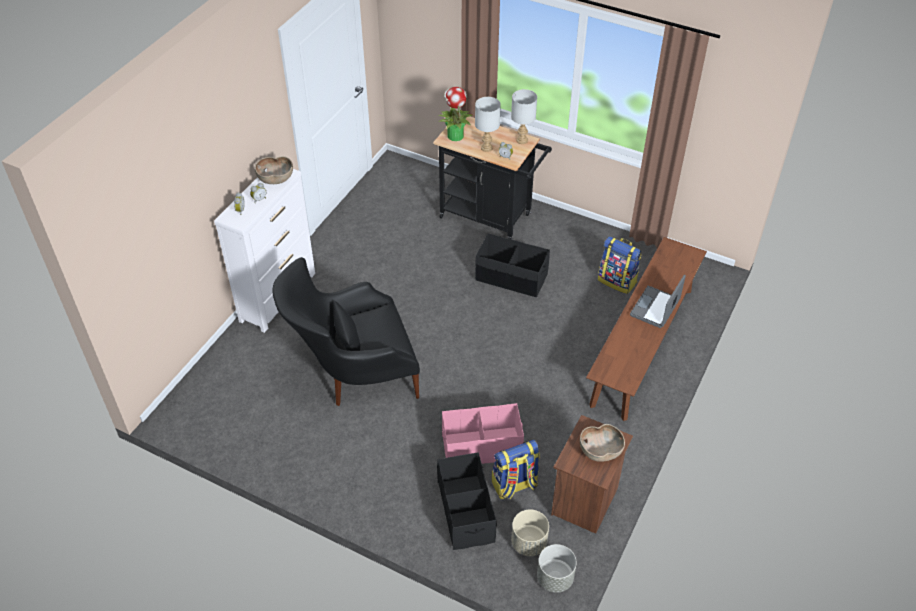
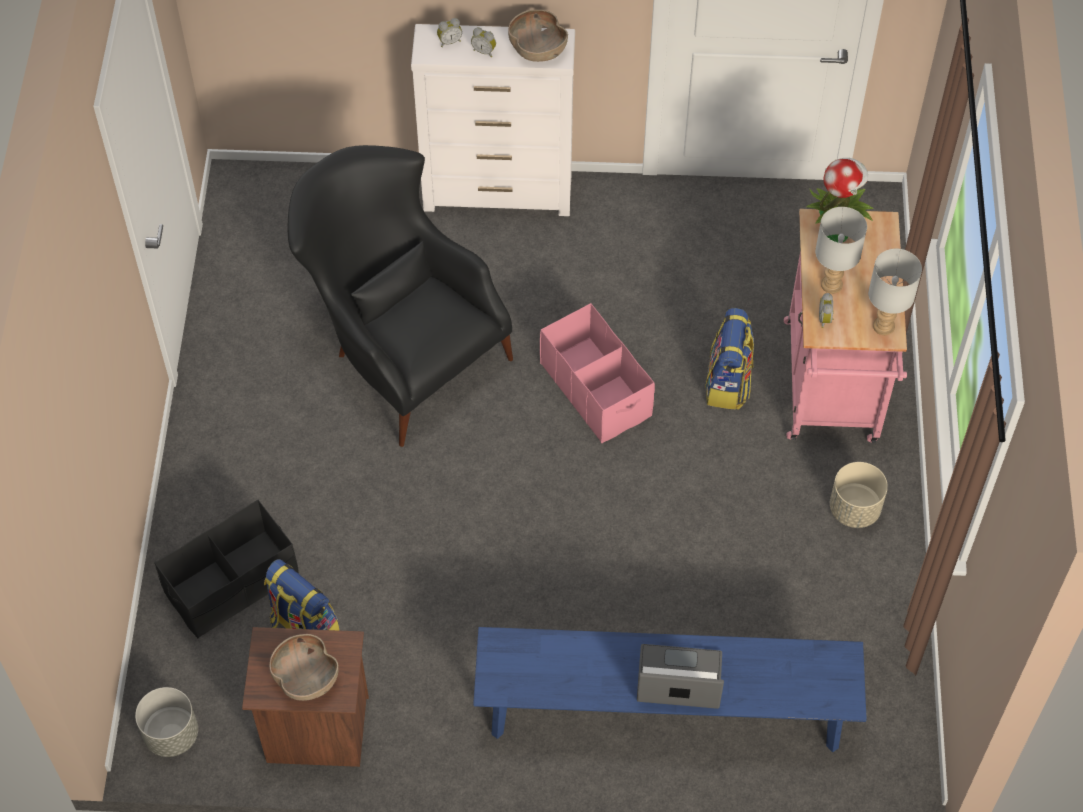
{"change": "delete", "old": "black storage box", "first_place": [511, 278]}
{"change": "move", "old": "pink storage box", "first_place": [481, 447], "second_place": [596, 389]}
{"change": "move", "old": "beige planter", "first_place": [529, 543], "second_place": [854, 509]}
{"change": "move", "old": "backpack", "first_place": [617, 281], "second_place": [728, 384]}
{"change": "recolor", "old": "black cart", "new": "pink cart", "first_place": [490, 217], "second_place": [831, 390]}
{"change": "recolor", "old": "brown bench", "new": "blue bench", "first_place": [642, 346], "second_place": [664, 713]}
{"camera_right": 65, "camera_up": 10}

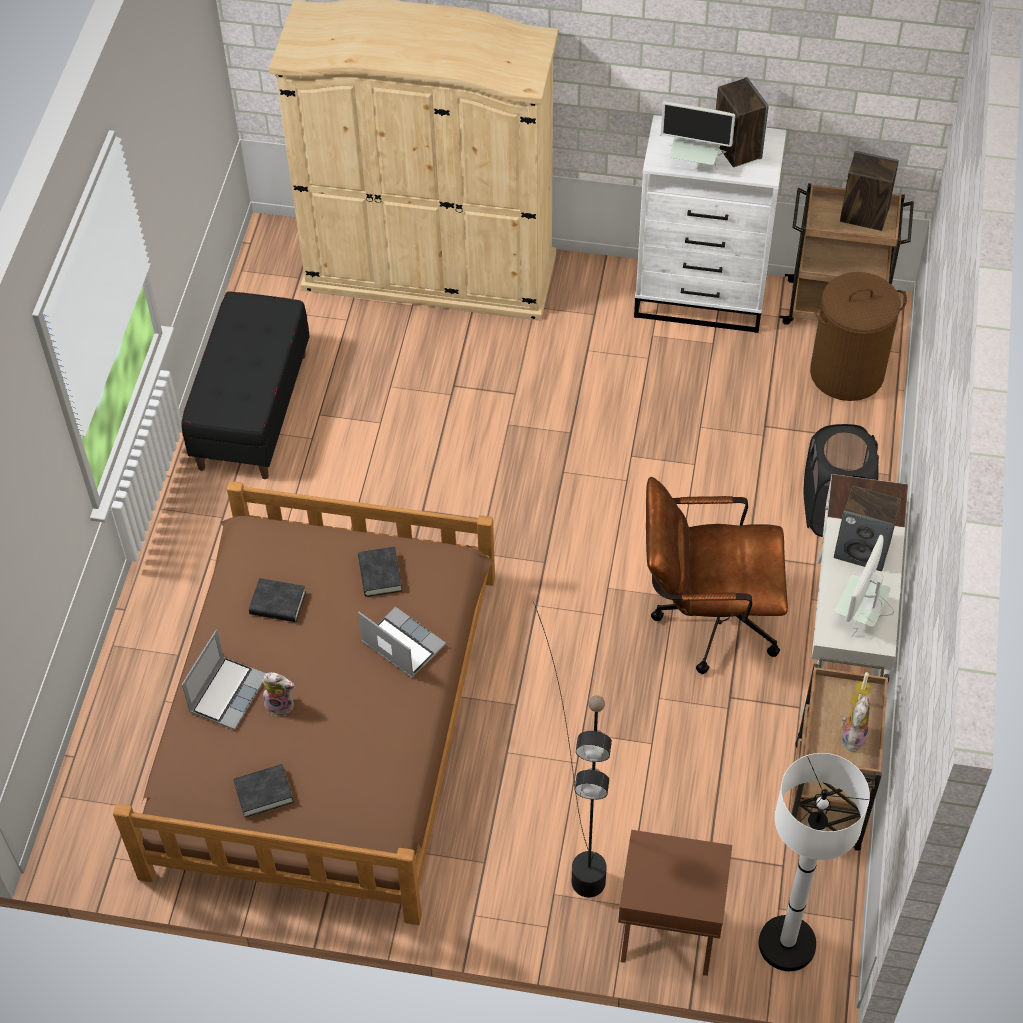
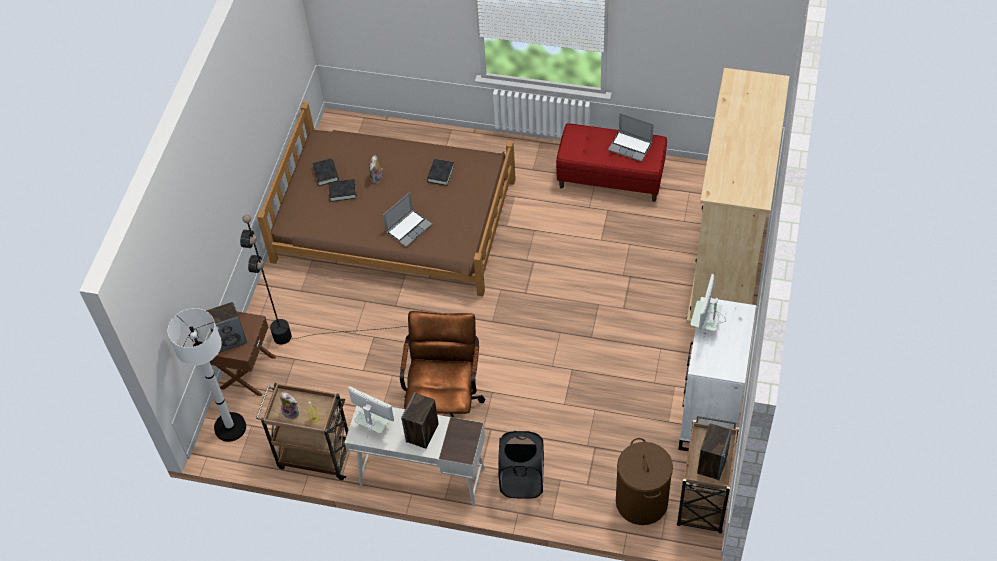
{"change": "move", "old": "laptop", "first_place": [227, 693], "second_place": [631, 146]}
{"change": "move", "old": "black book", "first_place": [380, 574], "second_place": [342, 192]}
{"change": "move", "old": "speaker", "first_place": [736, 149], "second_place": [230, 339]}
{"change": "recolor", "old": "black bench", "new": "red bench", "first_place": [252, 410], "second_place": [611, 178]}
{"camera_right": 95, "camera_up": 0}

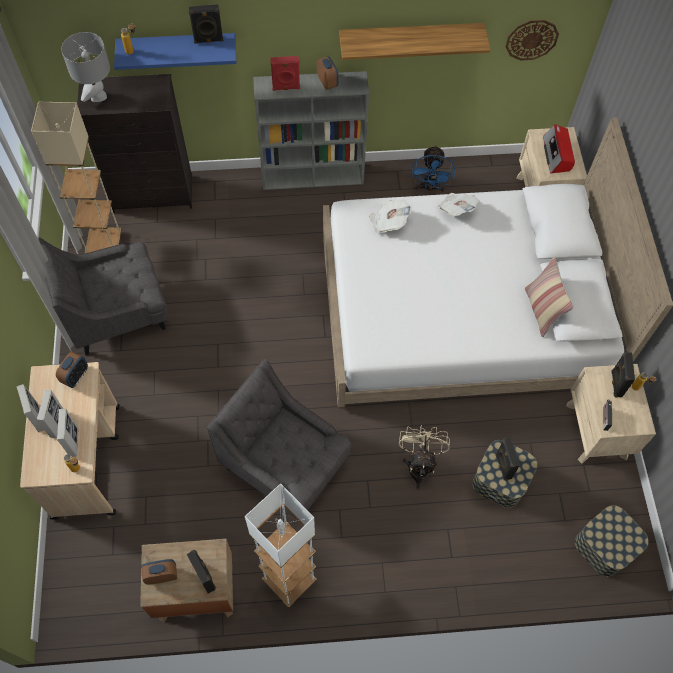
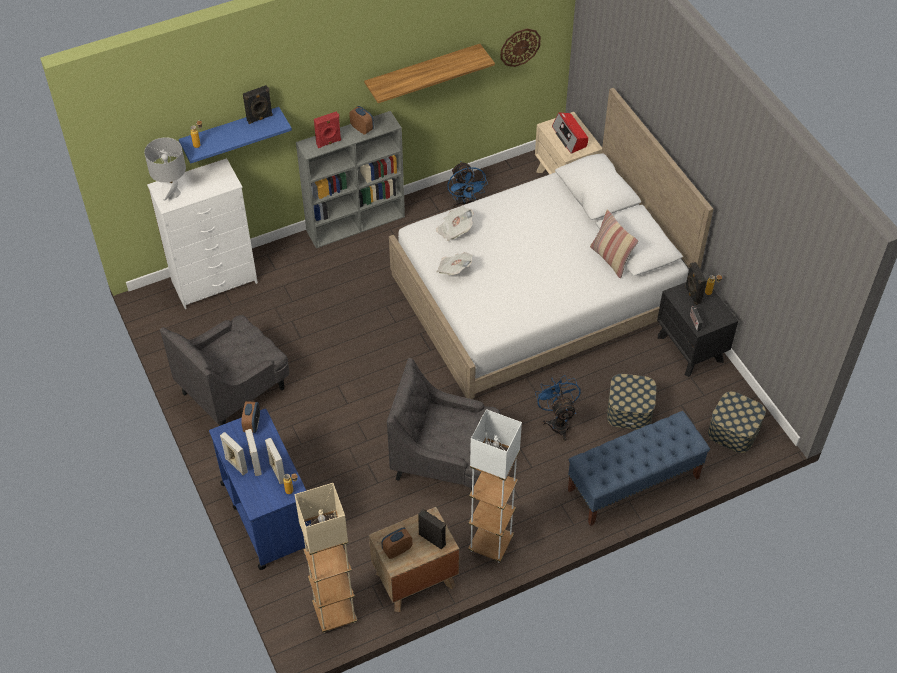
{"change": "delete", "old": "black speaker", "first_place": [502, 466]}
{"change": "insert", "new": "blue bench", "second_place": [633, 484]}
{"change": "move", "old": "beige floor lamp", "first_place": [104, 244], "second_place": [335, 613]}
{"change": "move", "old": "newspaper", "first_place": [456, 209], "second_place": [454, 269]}
{"change": "recolor", "old": "beige cart", "new": "blue cart", "first_place": [87, 460], "second_place": [267, 514]}
{"change": "recolor", "old": "black dresser", "new": "white dresser", "first_place": [153, 194], "second_place": [215, 282]}
{"change": "recolor", "old": "beige fan", "new": "blue fan", "first_place": [419, 464], "second_place": [558, 421]}
{"change": "recolor", "old": "beige nightstand", "new": "black nightstand", "first_place": [597, 431], "second_place": [690, 348]}
{"camera_right": -20, "camera_up": -10}

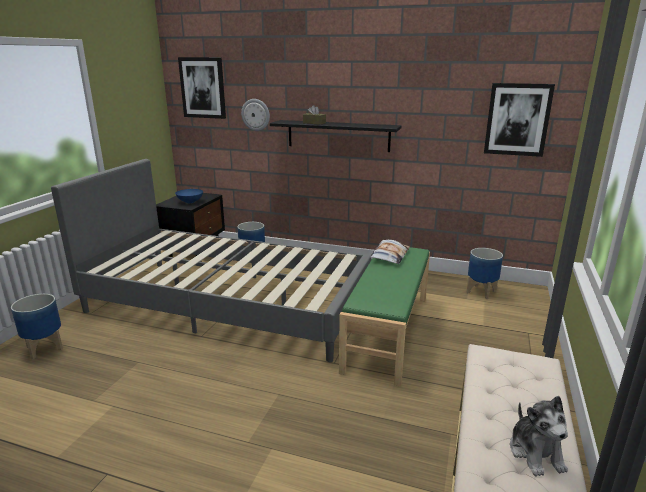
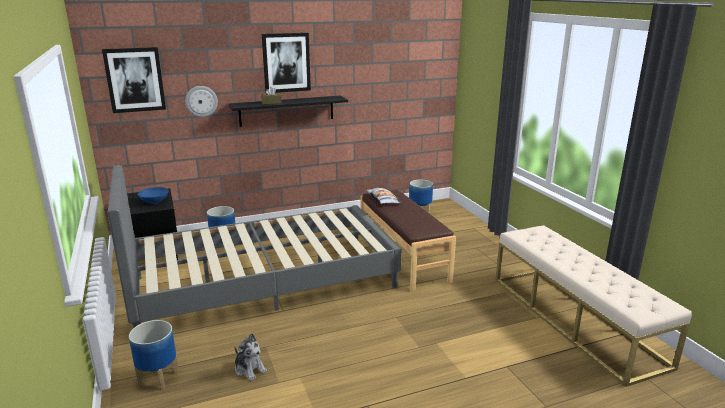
{"change": "move", "old": "picture", "first_place": [517, 119], "second_place": [286, 62]}
{"change": "move", "old": "plush toy", "first_place": [535, 453], "second_place": [250, 369]}
{"change": "recolor", "old": "green bench", "new": "brown bench", "first_place": [386, 331], "second_place": [402, 257]}
{"camera_right": -40, "camera_up": 0}

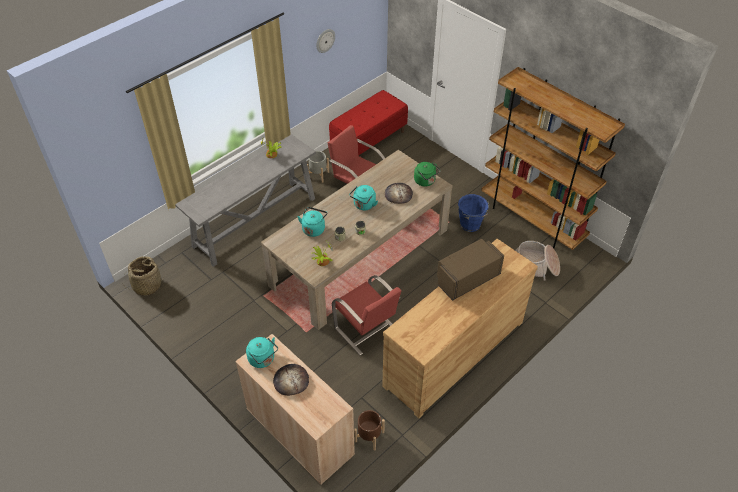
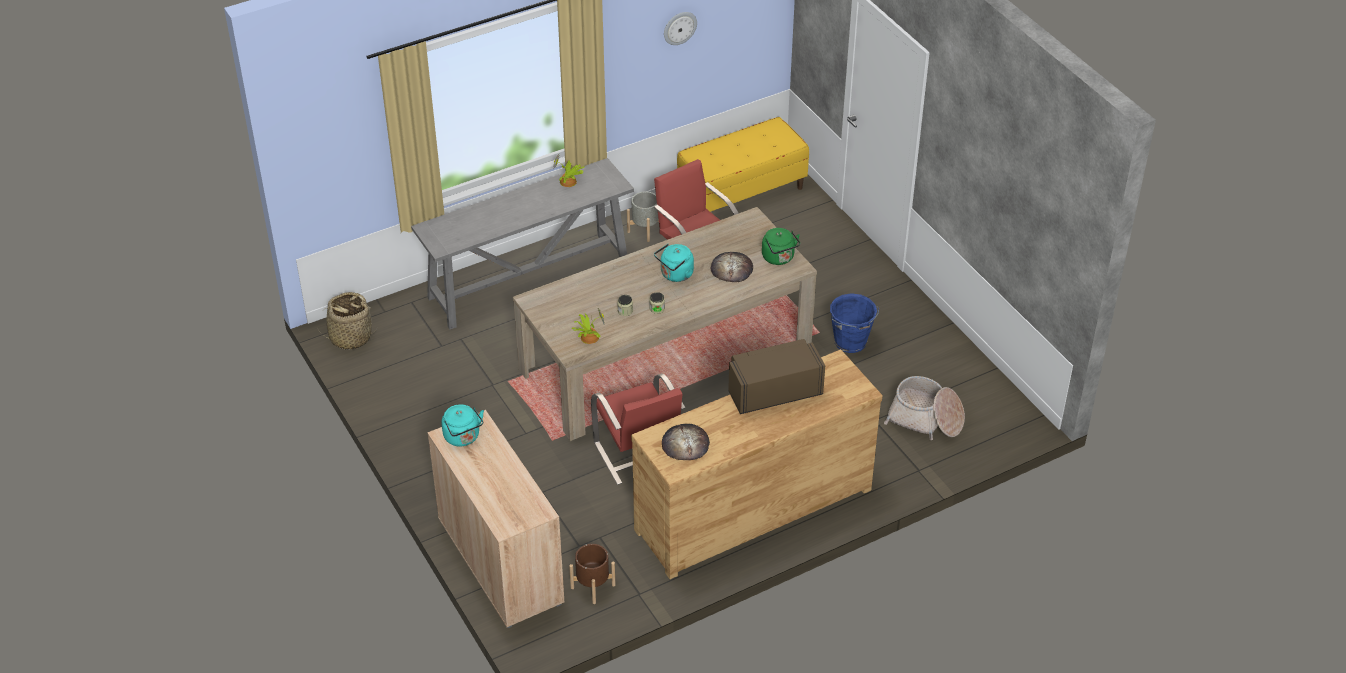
{"change": "delete", "old": "turquoise kettle", "first_place": [314, 229]}
{"change": "delete", "old": "brown bookcase", "first_place": [532, 220]}
{"change": "move", "old": "bread", "first_place": [291, 381], "second_place": [685, 444]}
{"change": "recolor", "old": "red bench", "new": "yellow bench", "first_place": [368, 140], "second_place": [742, 192]}
{"camera_right": 15, "camera_up": -5}

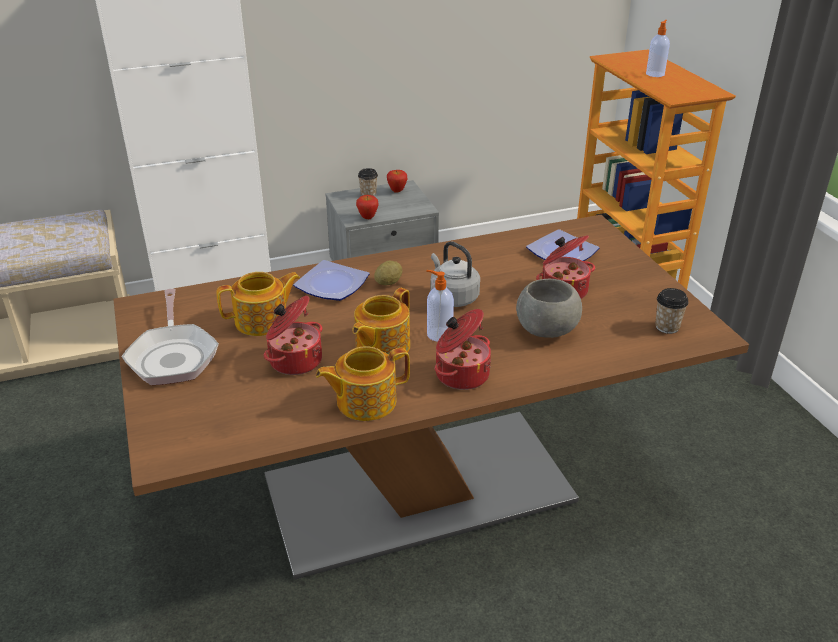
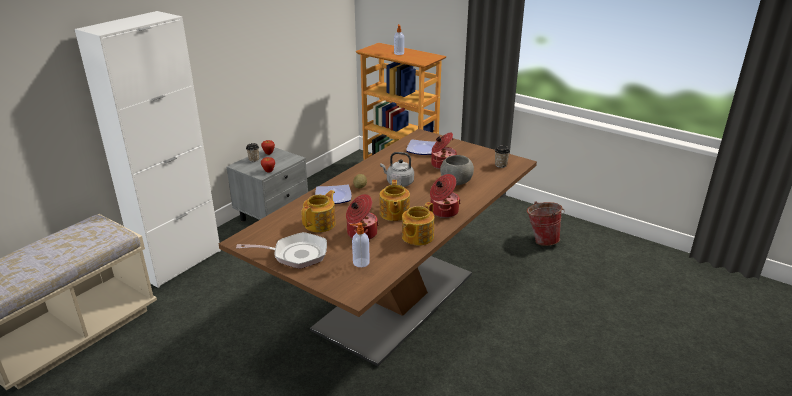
{"change": "insert", "new": "bucket", "second_place": [542, 239]}
{"change": "move", "old": "soap dispenser", "first_place": [438, 334], "second_place": [360, 262]}
{"change": "rotate", "old": "frying pan", "first_place": [173, 356], "second_place": [296, 255], "degrees": -45}
{"camera_right": -35, "camera_up": -5}

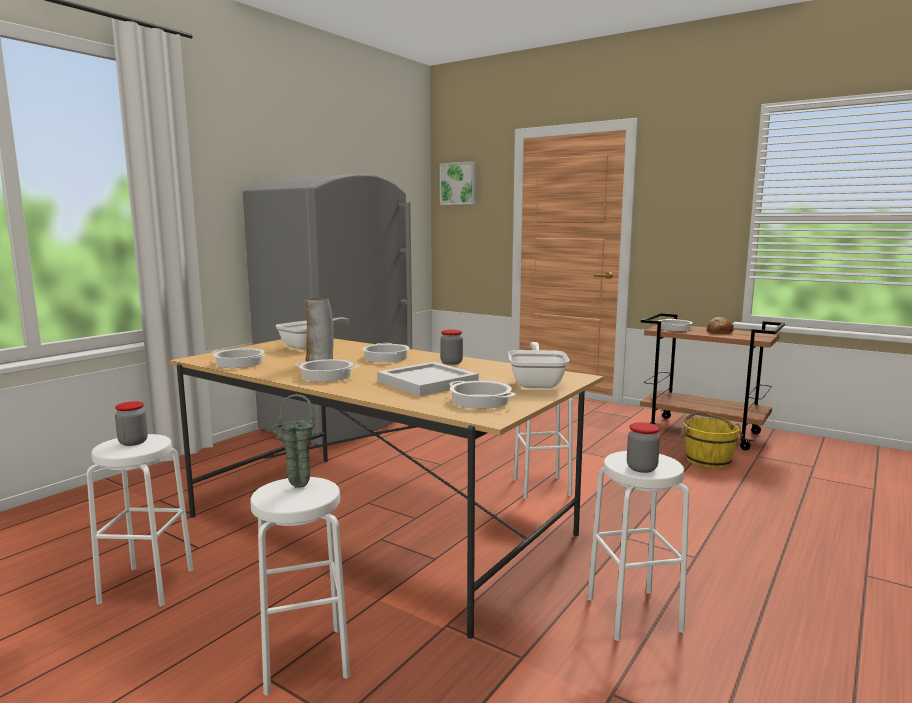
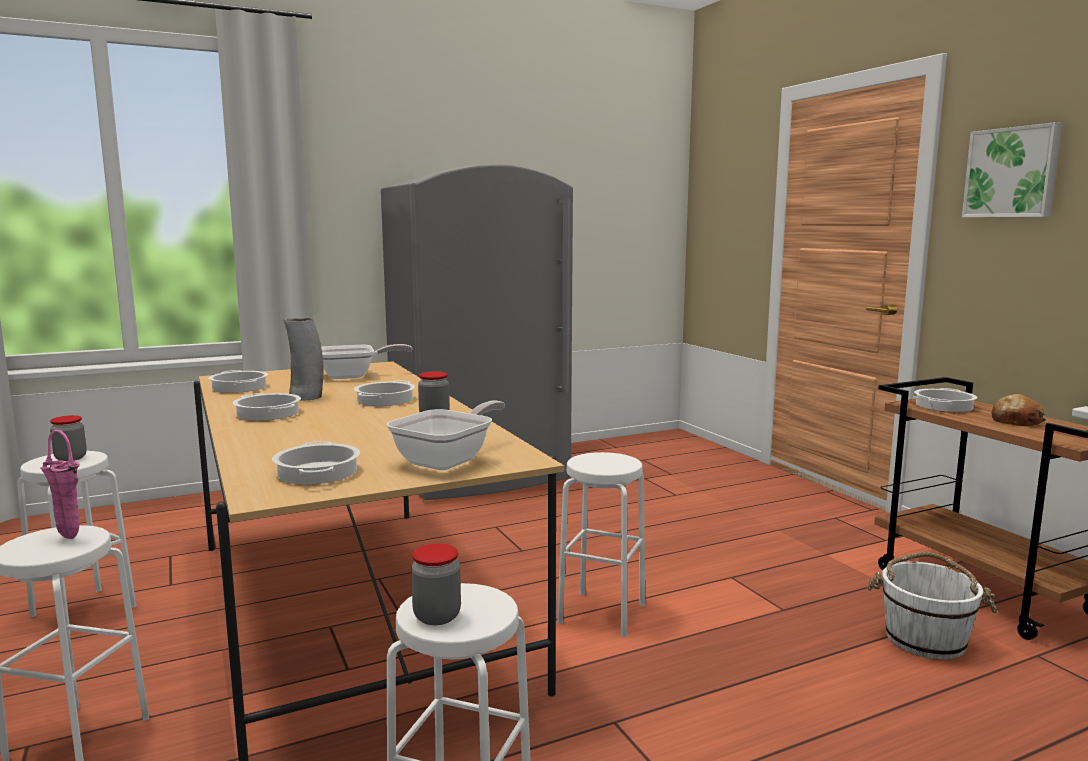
{"change": "delete", "old": "white tray", "first_place": [427, 382]}
{"change": "move", "old": "picture", "first_place": [459, 183], "second_place": [1012, 173]}
{"change": "recolor", "old": "green vase", "new": "pink vase", "first_place": [296, 487], "second_place": [66, 537]}
{"change": "recolor", "old": "yellow bucket", "new": "white bucket", "first_place": [707, 460], "second_place": [925, 639]}
{"camera_right": 30, "camera_up": 0}

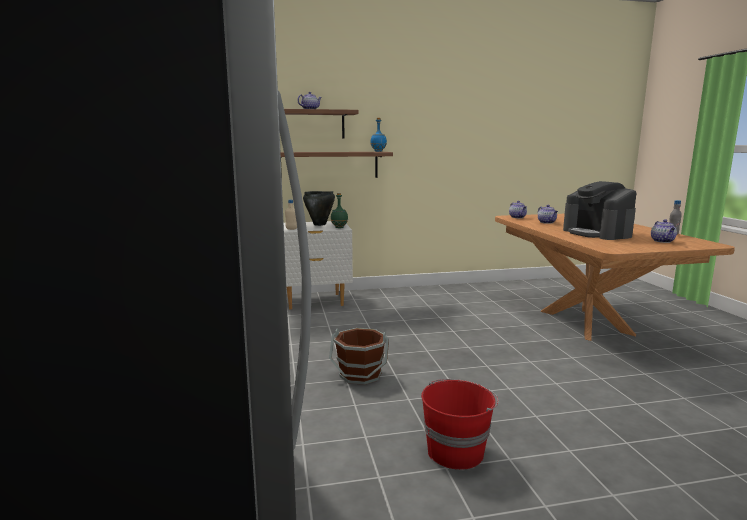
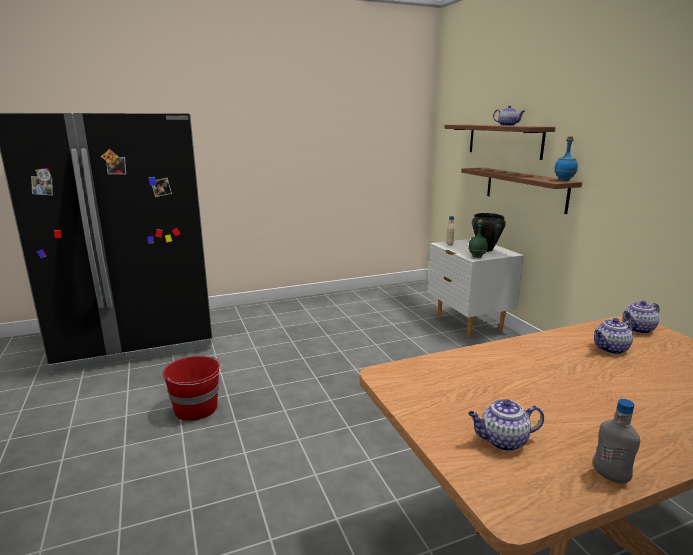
{"change": "delete", "old": "brown bucket", "first_place": [360, 375]}
{"change": "delete", "old": "coffee machine", "first_place": [597, 233]}
{"camera_right": 80, "camera_up": 5}

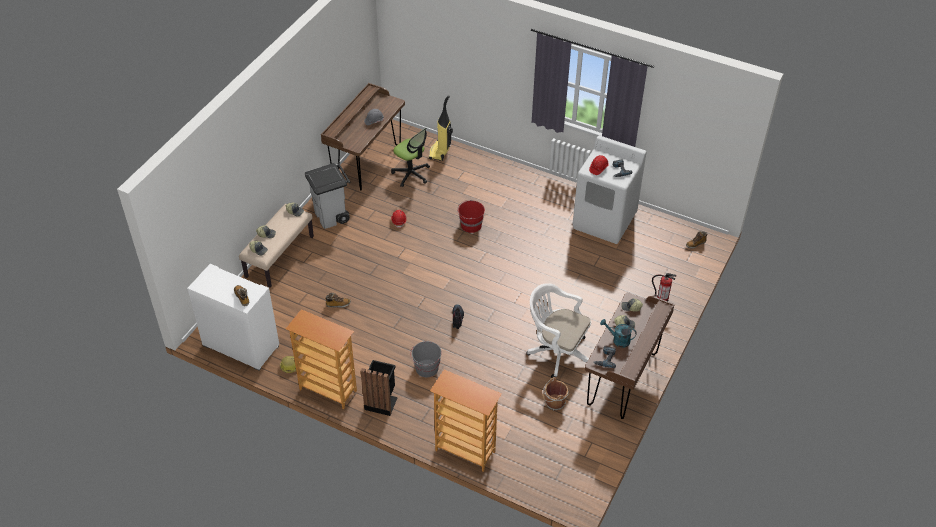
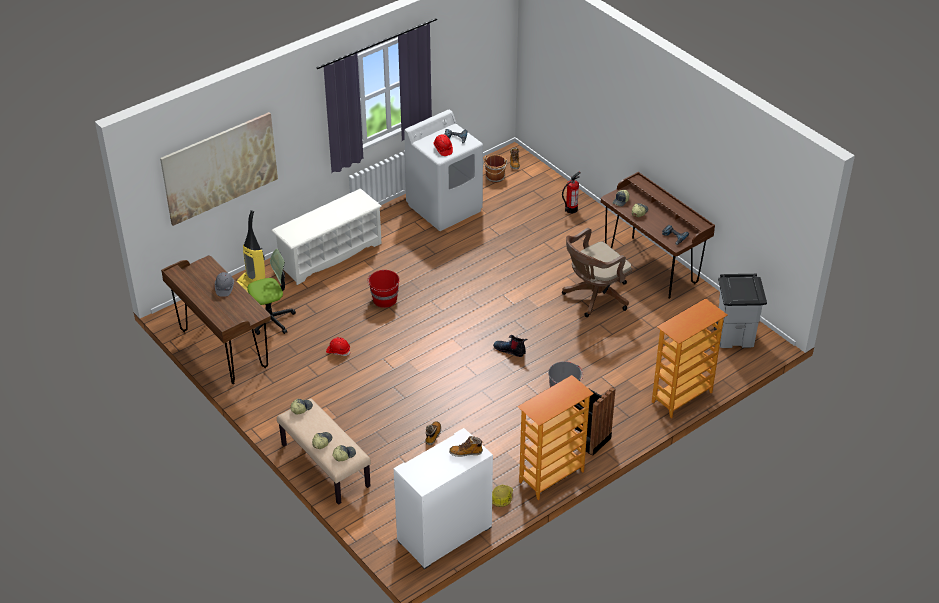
{"change": "delete", "old": "turquoise watering can", "first_place": [618, 340]}
{"change": "insert", "new": "picture", "second_place": [220, 168]}
{"change": "insert", "new": "white shoe rack", "second_place": [330, 255]}
{"change": "move", "old": "grey trash can", "first_place": [332, 216], "second_place": [735, 336]}
{"change": "move", "old": "brown bucket", "first_place": [554, 403], "second_place": [495, 177]}
{"change": "recolor", "old": "white office chair", "new": "brown office chair", "first_place": [556, 352], "second_place": [594, 297]}
{"camera_right": -65, "camera_up": -5}

